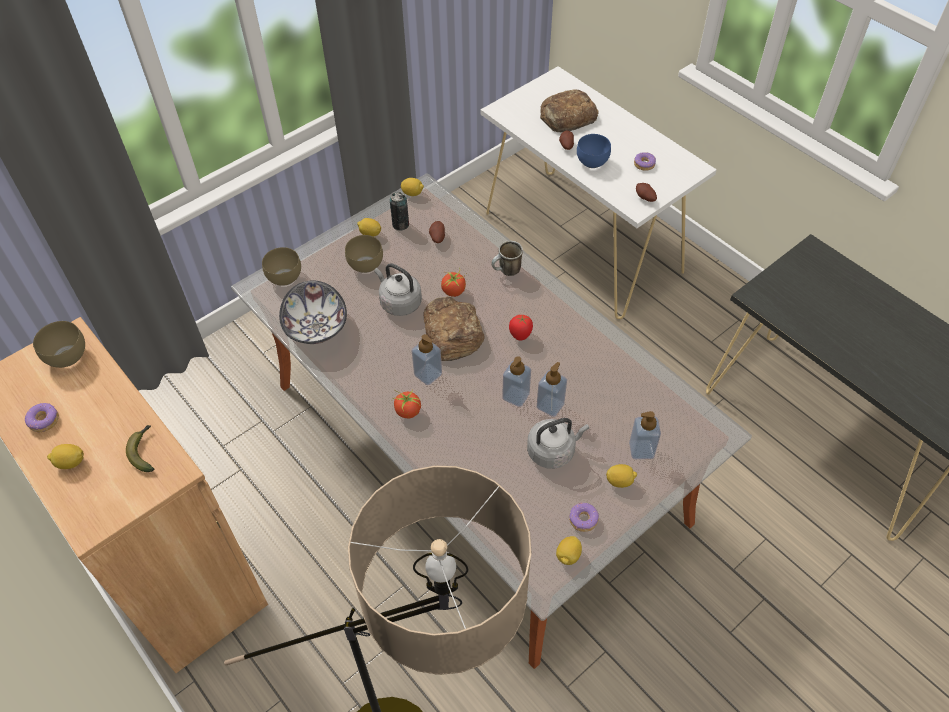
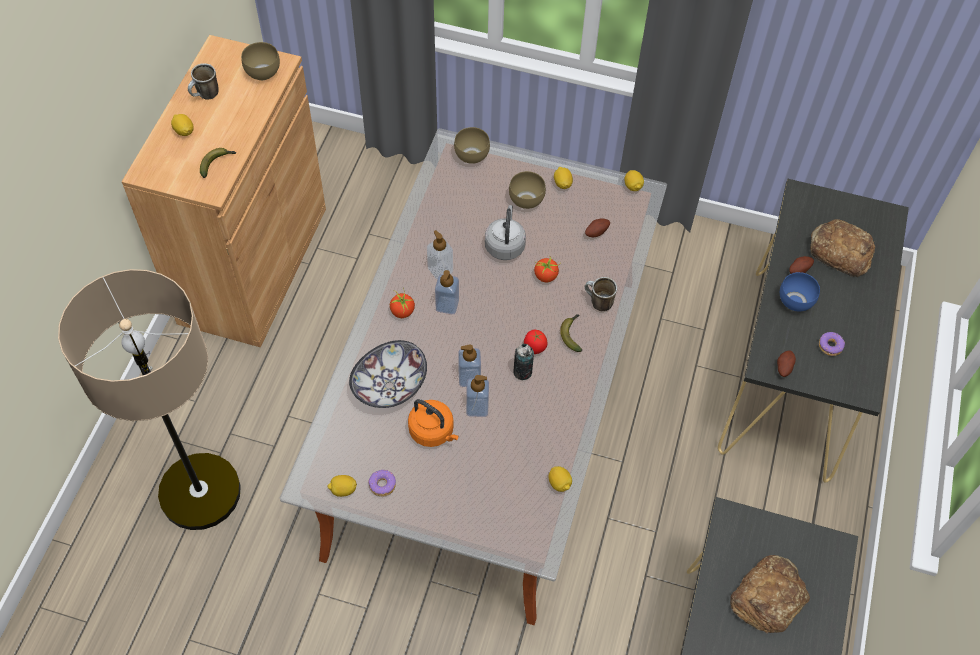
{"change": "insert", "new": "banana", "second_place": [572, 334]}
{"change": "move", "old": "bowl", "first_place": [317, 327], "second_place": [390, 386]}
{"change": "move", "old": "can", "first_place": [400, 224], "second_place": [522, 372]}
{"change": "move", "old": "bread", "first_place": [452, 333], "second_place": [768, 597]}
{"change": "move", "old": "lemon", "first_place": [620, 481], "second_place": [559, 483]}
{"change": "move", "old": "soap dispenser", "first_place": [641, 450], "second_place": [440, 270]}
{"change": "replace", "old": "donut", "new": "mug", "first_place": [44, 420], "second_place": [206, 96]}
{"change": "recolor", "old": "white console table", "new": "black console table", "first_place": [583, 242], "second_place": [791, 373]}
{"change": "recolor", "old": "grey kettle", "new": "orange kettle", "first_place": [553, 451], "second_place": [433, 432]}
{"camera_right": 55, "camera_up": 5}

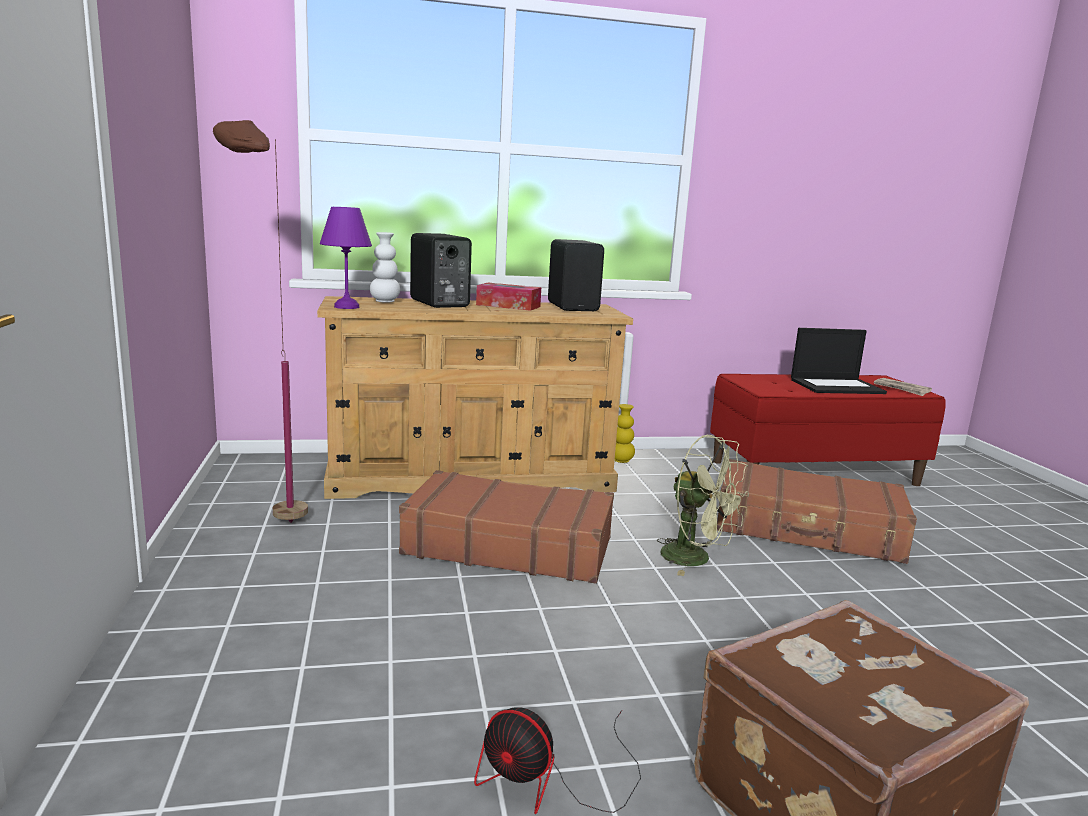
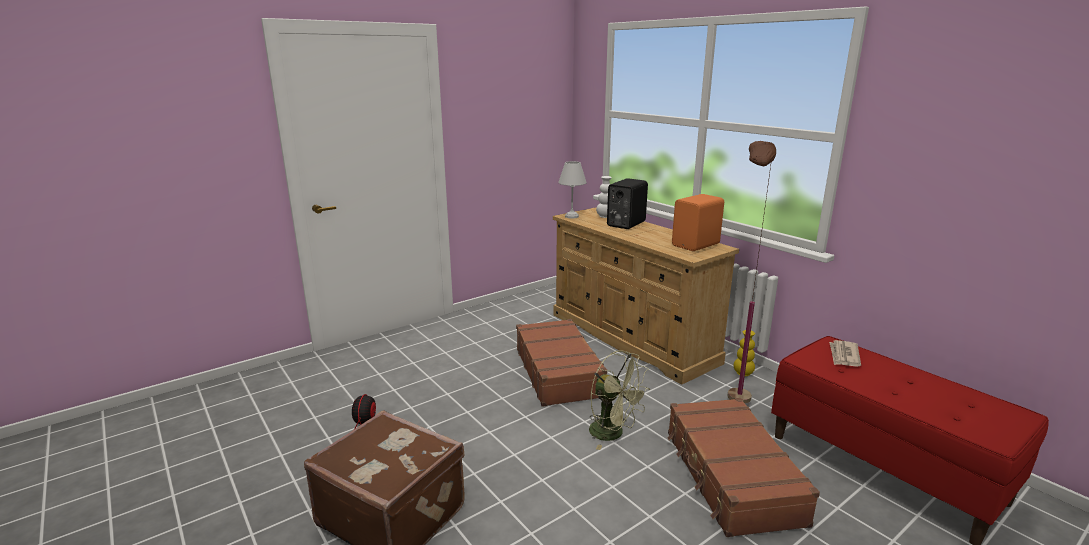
{"change": "delete", "old": "tissue box", "first_place": [508, 306]}
{"change": "delete", "old": "laptop", "first_place": [837, 386]}
{"change": "move", "old": "brown floor lamp", "first_place": [270, 515], "second_place": [733, 392]}
{"change": "move", "old": "newspaper", "first_place": [902, 389], "second_place": [844, 355]}
{"change": "recolor", "old": "purple table lamp", "new": "white table lamp", "first_place": [348, 307], "second_place": [572, 216]}
{"change": "recolor", "old": "black speaker", "new": "orange speaker", "first_place": [574, 307], "second_place": [697, 245]}
{"change": "rotate", "old": "green fan", "first_place": [696, 559], "second_place": [613, 434], "degrees": -60}
{"camera_right": 65, "camera_up": 5}

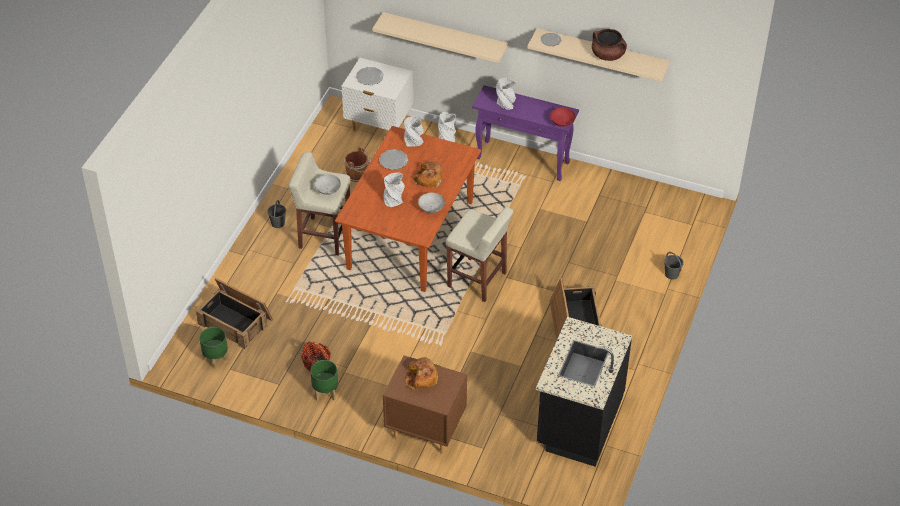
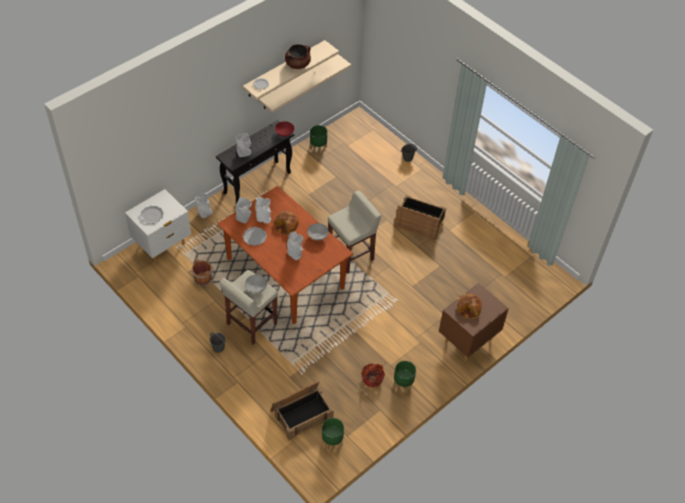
{"change": "delete", "old": "black counter", "first_place": [578, 421]}
{"change": "insert", "new": "white vase", "second_place": [263, 217]}
{"change": "insert", "new": "green planter", "second_place": [318, 148]}
{"change": "move", "old": "beige shelf", "first_place": [445, 36], "second_place": [298, 82]}
{"change": "recolor", "old": "purple console table", "new": "black console table", "first_place": [523, 160], "second_place": [257, 182]}
{"camera_right": -65, "camera_up": 5}

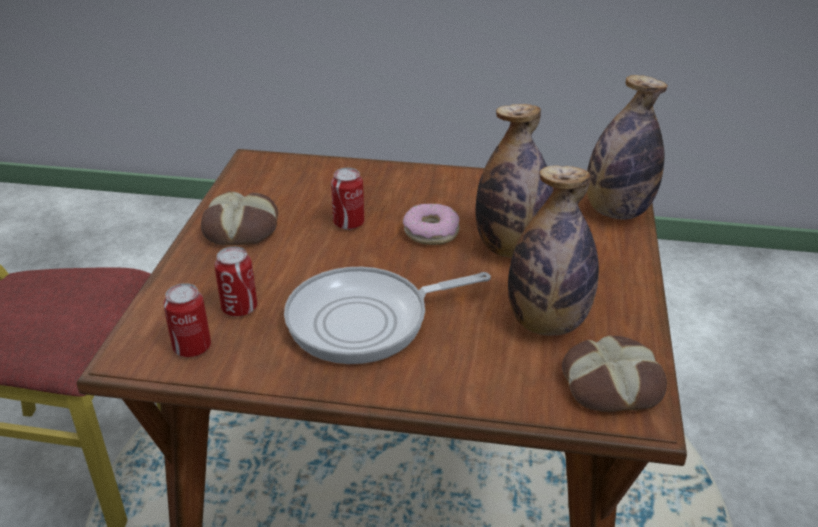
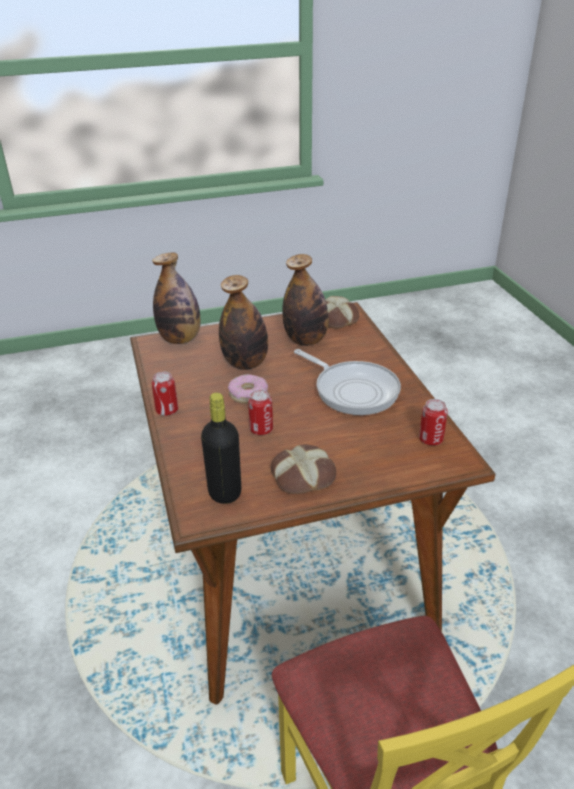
{"change": "insert", "new": "black bottle", "second_place": [225, 493]}
{"change": "move", "old": "can", "first_place": [239, 308], "second_place": [167, 410]}
{"camera_right": -115, "camera_up": 0}

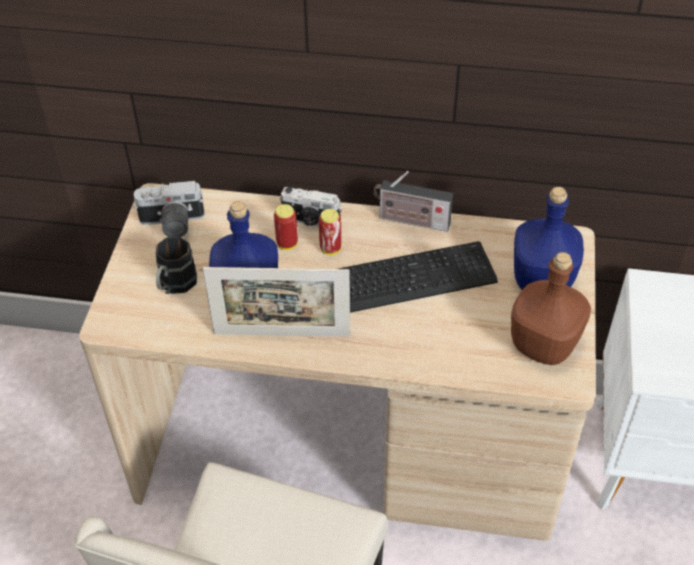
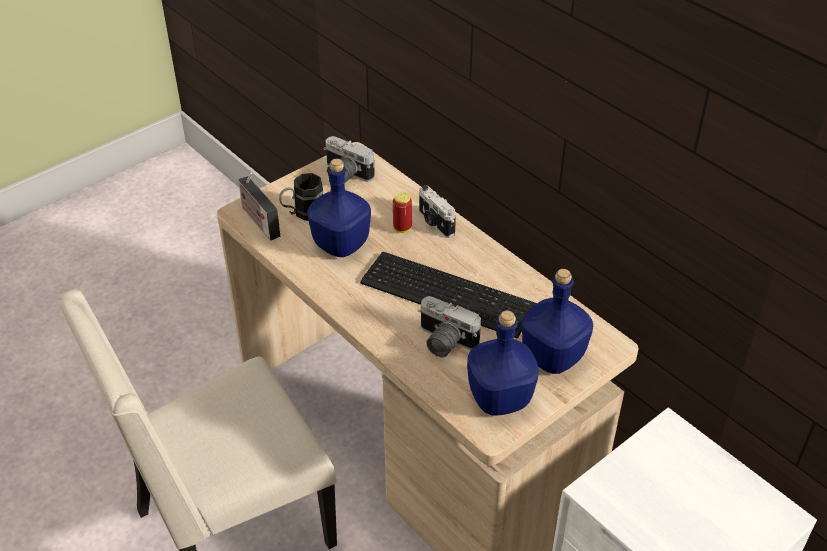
{"change": "delete", "old": "picture frame", "first_place": [281, 334]}
{"change": "delete", "old": "can", "first_place": [330, 248]}
{"change": "insert", "new": "photo camera", "second_place": [443, 342]}
{"change": "move", "old": "radio", "first_place": [410, 221], "second_place": [258, 220]}
{"change": "recolor", "old": "brown bottle", "new": "blue bottle", "first_place": [543, 346], "second_place": [498, 399]}
{"camera_right": 40, "camera_up": -5}

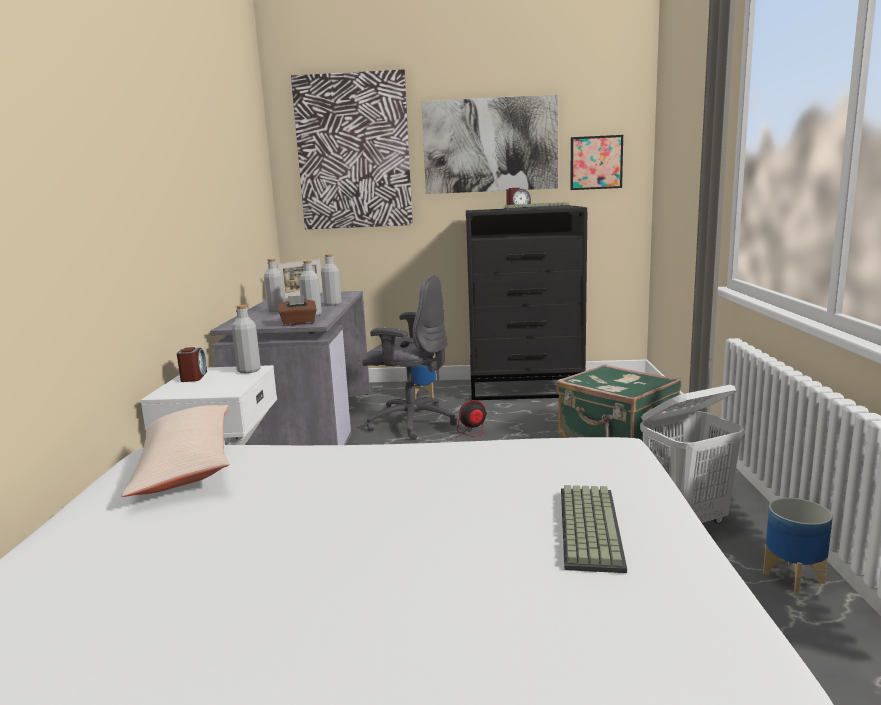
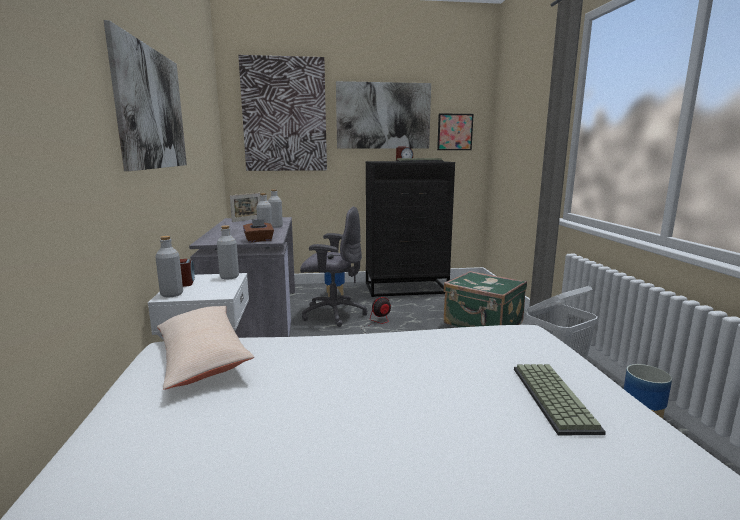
{"change": "insert", "new": "picture", "second_place": [152, 108]}
{"change": "move", "old": "grey bottle", "first_place": [276, 310], "second_place": [172, 294]}
{"camera_right": -10, "camera_up": 0}

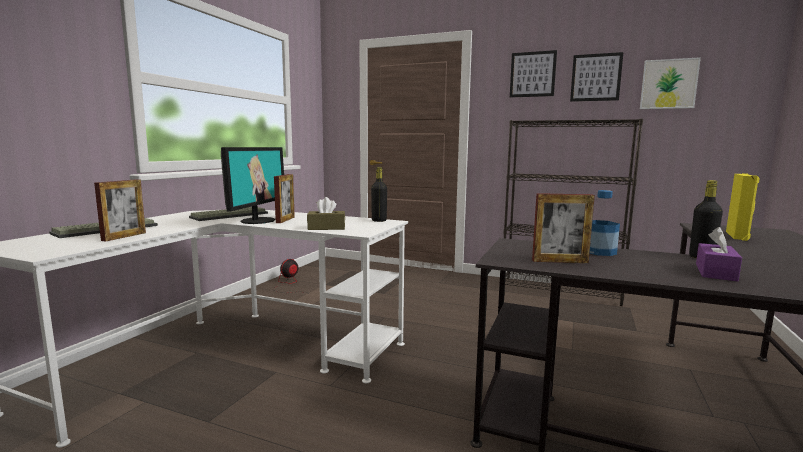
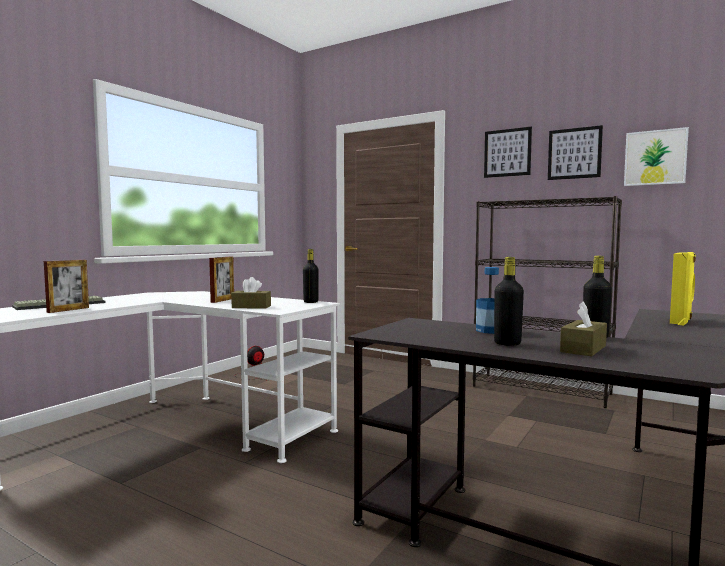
{"change": "delete", "old": "keyboard", "first_place": [230, 215]}
{"change": "delete", "old": "monitor", "first_place": [257, 220]}
{"change": "delete", "old": "picture frame", "first_place": [559, 261]}
{"change": "insert", "new": "black bottle", "second_place": [507, 343]}
{"change": "recolor", "old": "purple tissue box", "new": "brown tissue box", "first_place": [715, 272], "second_place": [583, 349]}
{"camera_right": 10, "camera_up": -5}

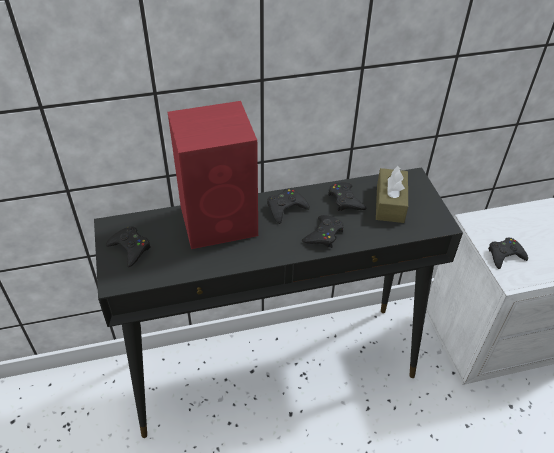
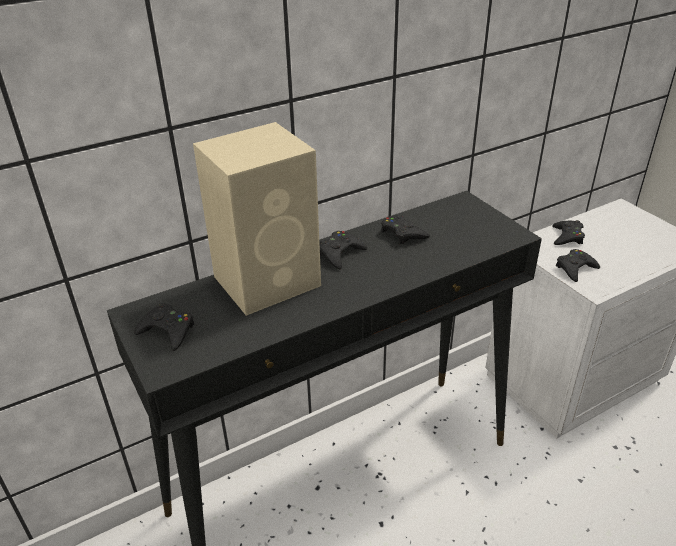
{"change": "delete", "old": "brown tissue box", "first_place": [390, 203]}
{"change": "move", "old": "black game controller", "first_place": [323, 235], "second_place": [567, 237]}
{"change": "recolor", "old": "red speaker", "new": "beige speaker", "first_place": [220, 221], "second_place": [269, 280]}
{"camera_right": -15, "camera_up": -10}

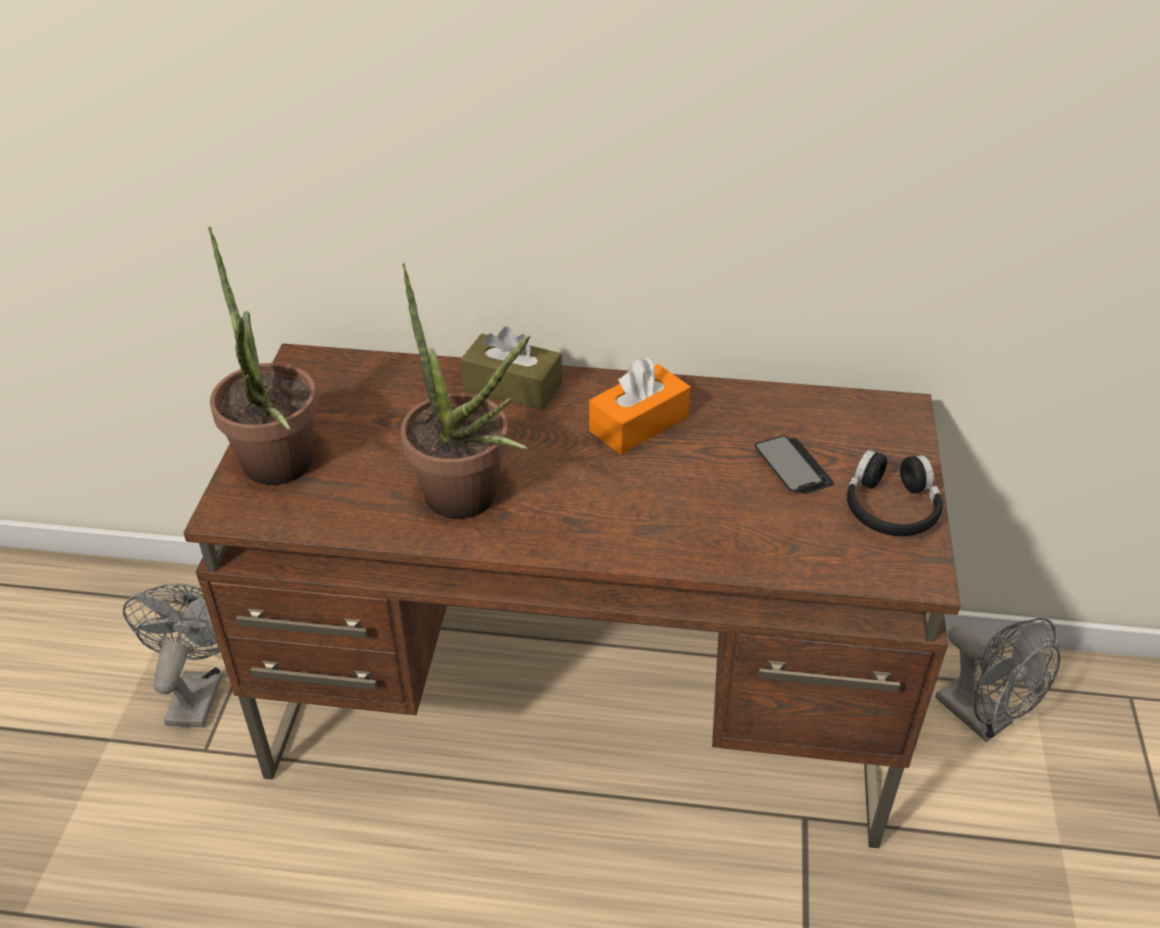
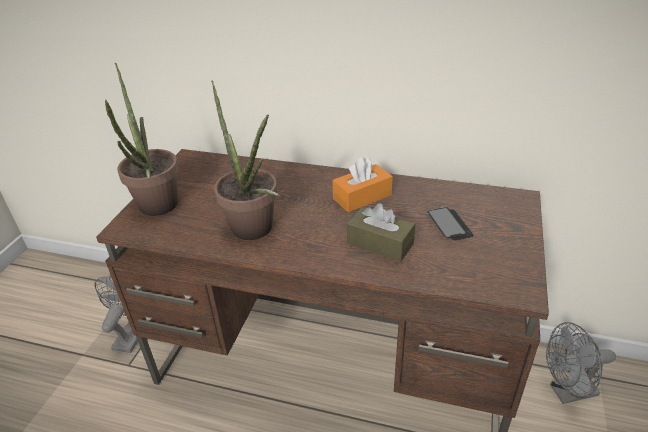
{"change": "delete", "old": "black headphones", "first_place": [890, 508]}
{"change": "move", "old": "brown tissue box", "first_place": [512, 386], "second_place": [380, 243]}
{"change": "rotate", "old": "grey fan", "first_place": [982, 719], "second_place": [567, 392], "degrees": 105}
{"camera_right": 10, "camera_up": -5}

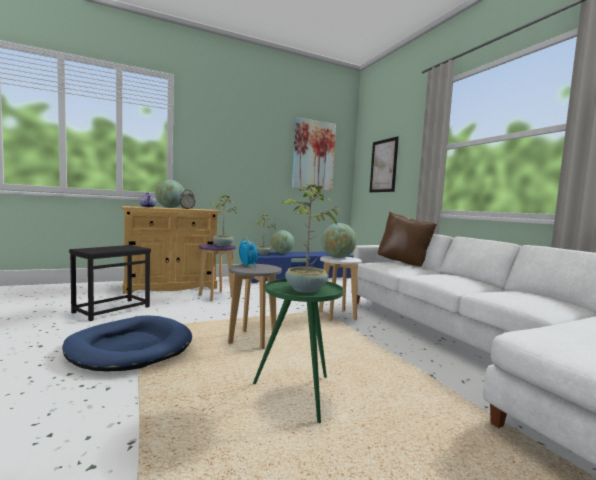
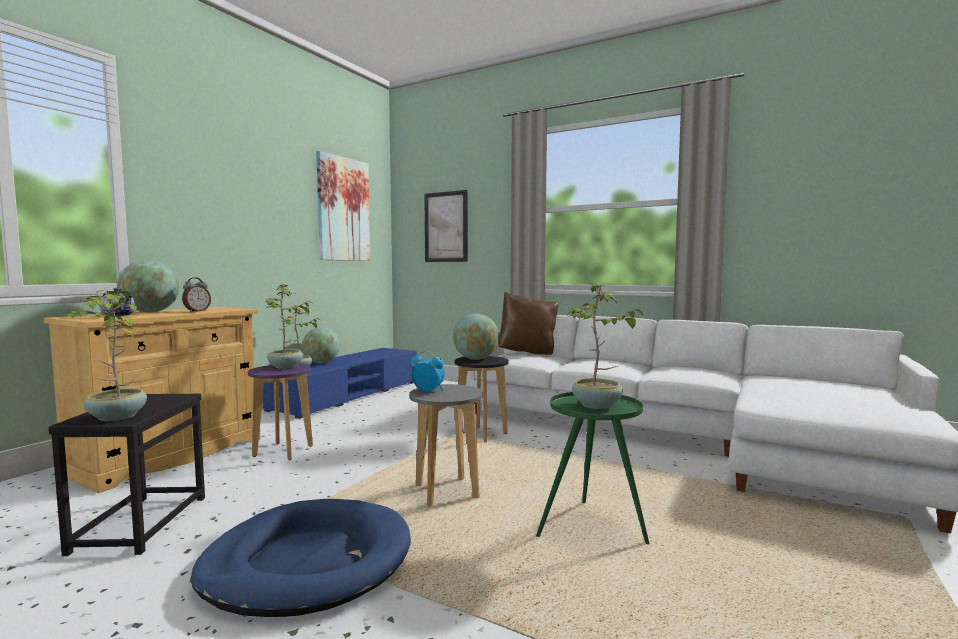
{"change": "insert", "new": "potted plant", "second_place": [116, 417]}
{"change": "recolor", "old": "white stool", "new": "black stool", "first_place": [337, 316], "second_place": [481, 434]}
{"camera_right": -35, "camera_up": 0}

